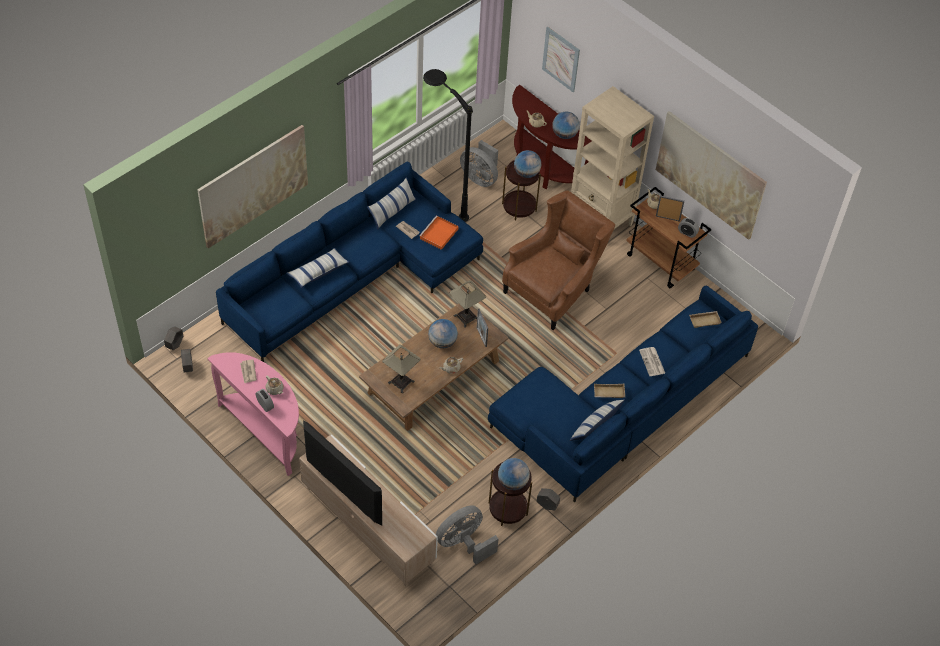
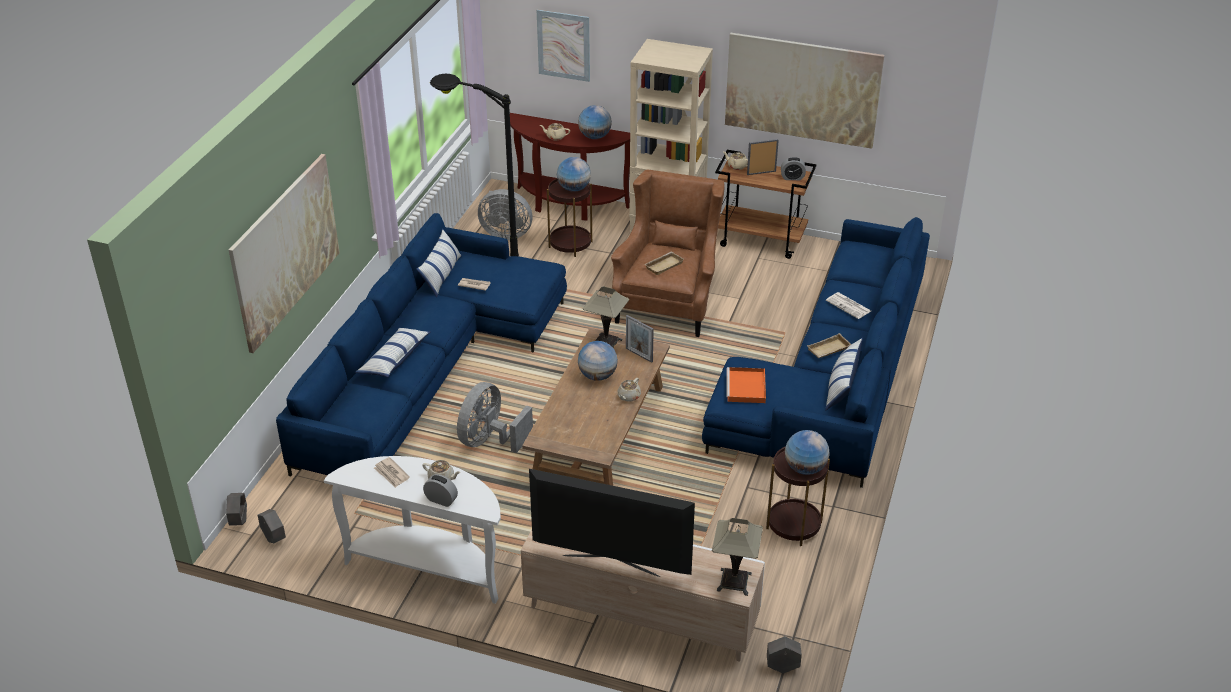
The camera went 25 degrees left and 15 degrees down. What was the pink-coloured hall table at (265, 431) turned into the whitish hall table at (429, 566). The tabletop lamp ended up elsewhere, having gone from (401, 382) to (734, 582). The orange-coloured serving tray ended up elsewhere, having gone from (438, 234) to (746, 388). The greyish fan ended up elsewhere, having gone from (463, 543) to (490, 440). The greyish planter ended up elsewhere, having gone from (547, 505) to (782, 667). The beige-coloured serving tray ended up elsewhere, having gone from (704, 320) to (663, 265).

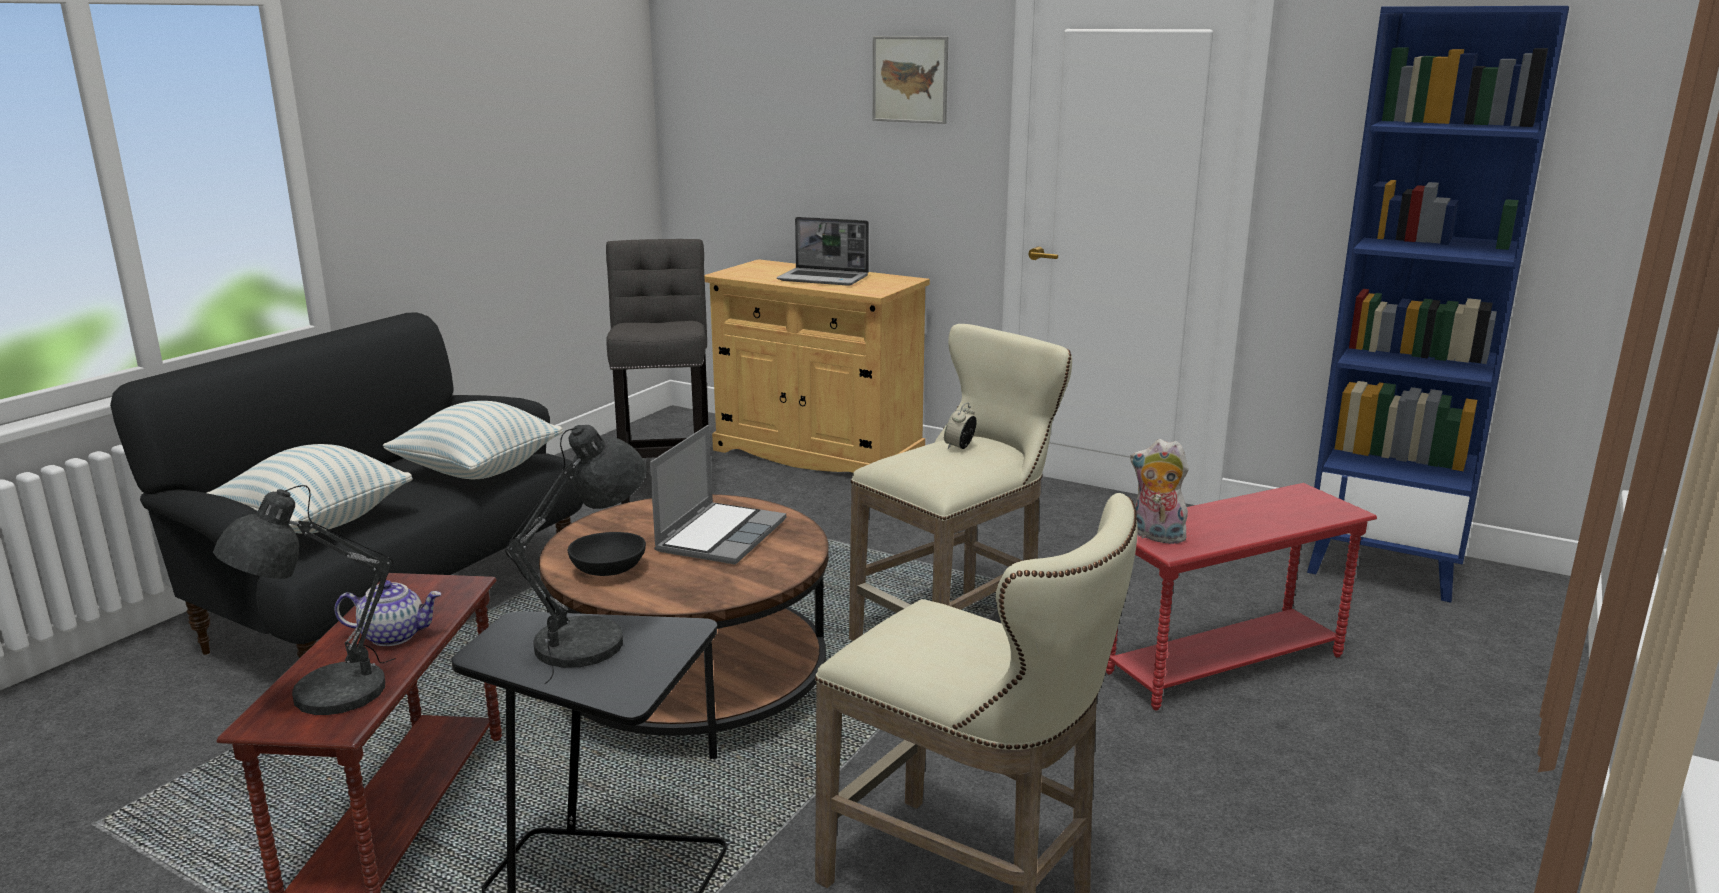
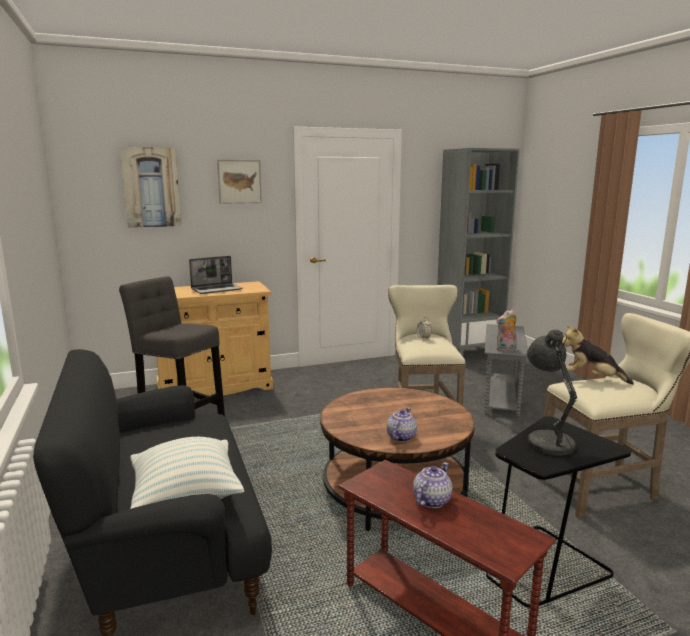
The camera went 50 degrees left and 5 degrees down. The second view lost the greyish tabletop lamp at (326, 695). The second view lost the cushion at (478, 471). Where the black deep dish stood at (608, 571), the teapot came to stand at (400, 437). The second view lost the notebook computer at (720, 535). What was the red end table at (1223, 664) turned into the greyish end table at (500, 397). What was the blue-coloured bookshelf at (1386, 566) turned into the greyish bookshelf at (468, 354). The second view gained the wall art at (151, 187). The second view gained the plush toy at (591, 378).

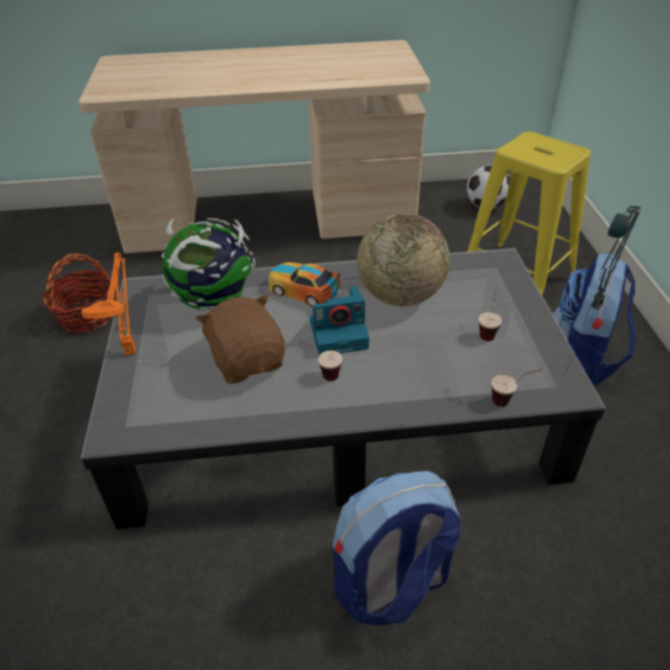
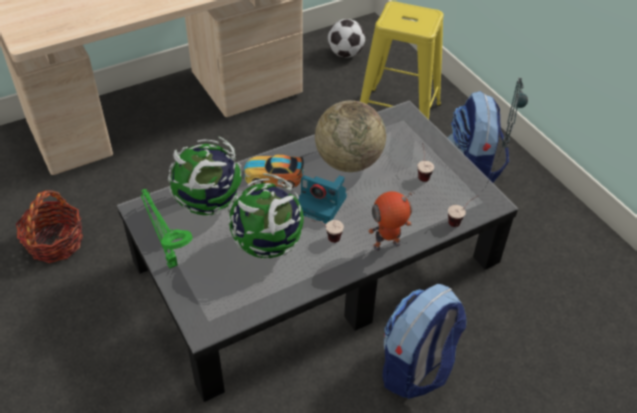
The camera went 25 degrees left and 5 degrees up. What was the orange-coloured tabletop lamp at (130, 350) turned into the green tabletop lamp at (171, 263). Where the brown-coloured plush toy stood at (248, 361), the globe came to stand at (268, 245). The photo camera at (340, 333) ended up facing another way, 60 degrees clockwise from before. The second view gained the model robot at (387, 246).

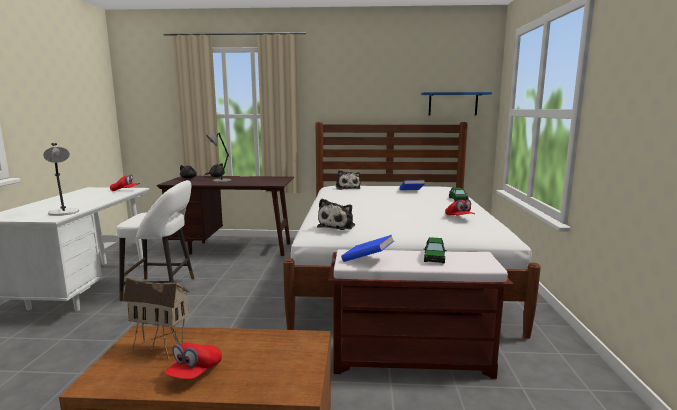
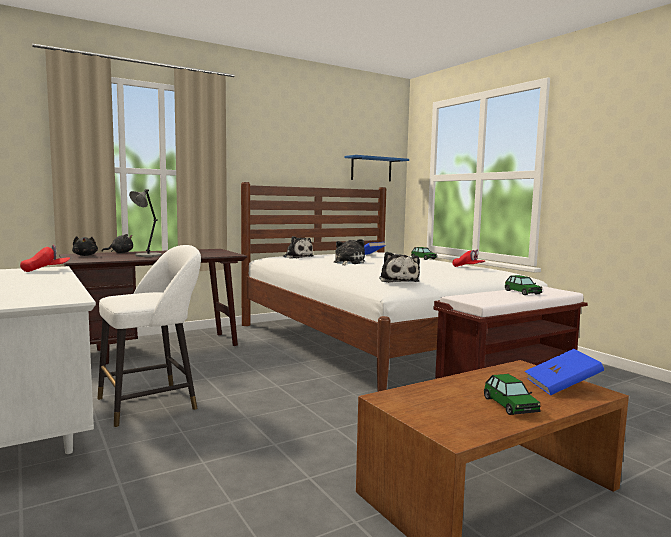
The camera went 35 degrees left and 5 degrees down. The second view lost the greyish tabletop lamp at (64, 213). The second view lost the model house at (162, 348). Where the red peaked cap stood at (194, 373), the miniature car came to stand at (510, 405). The blue-coloured volume ended up elsewhere, having gone from (367, 260) to (561, 386). The second view gained the plush toy at (348, 262).

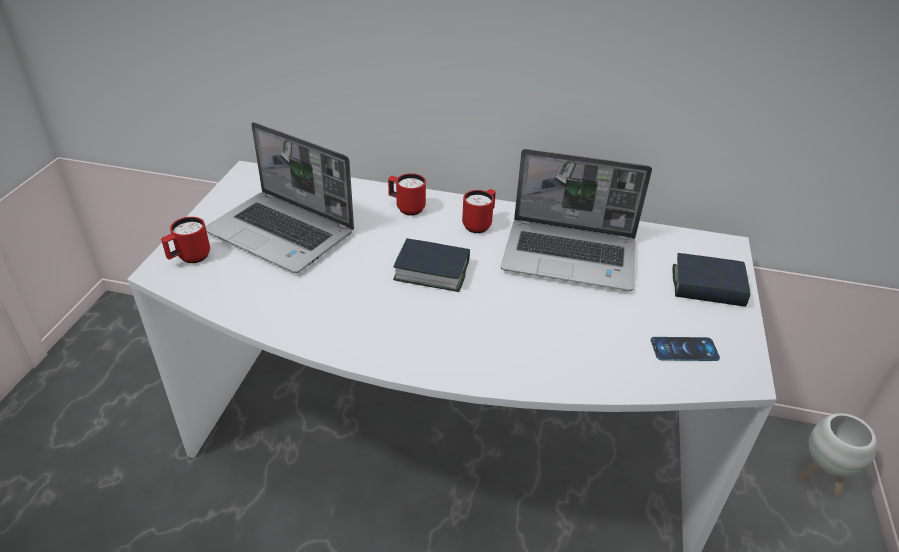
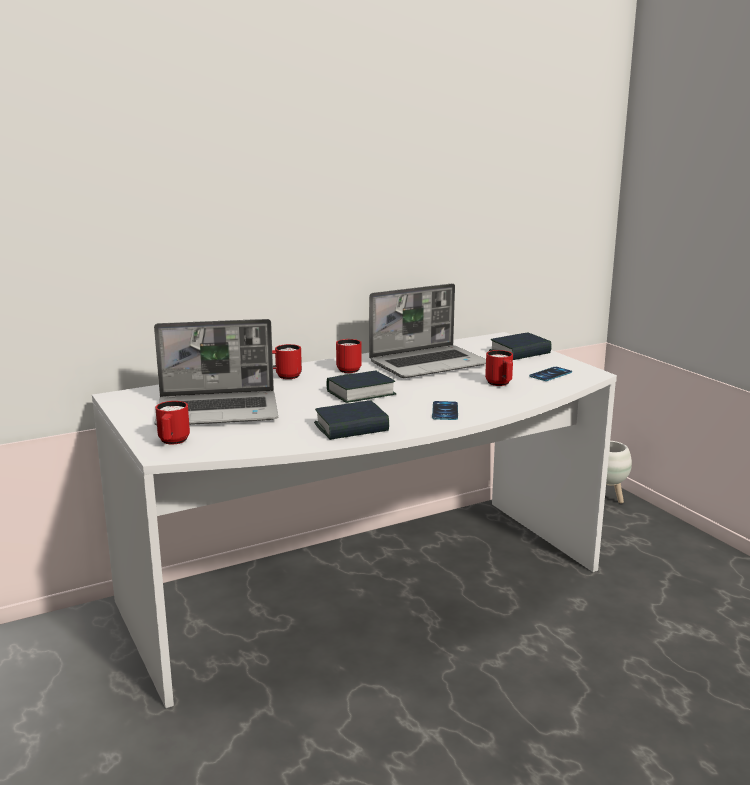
The camera went 40 degrees left and 20 degrees down. The second view gained the volume at (351, 428). The second view gained the handset at (445, 411). The second view gained the red coffee mug at (500, 384).

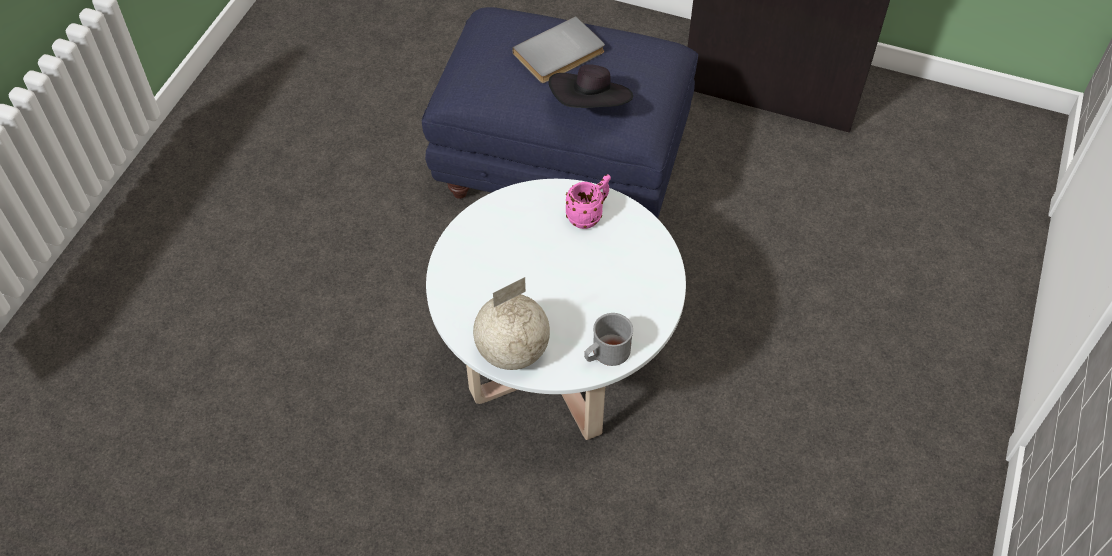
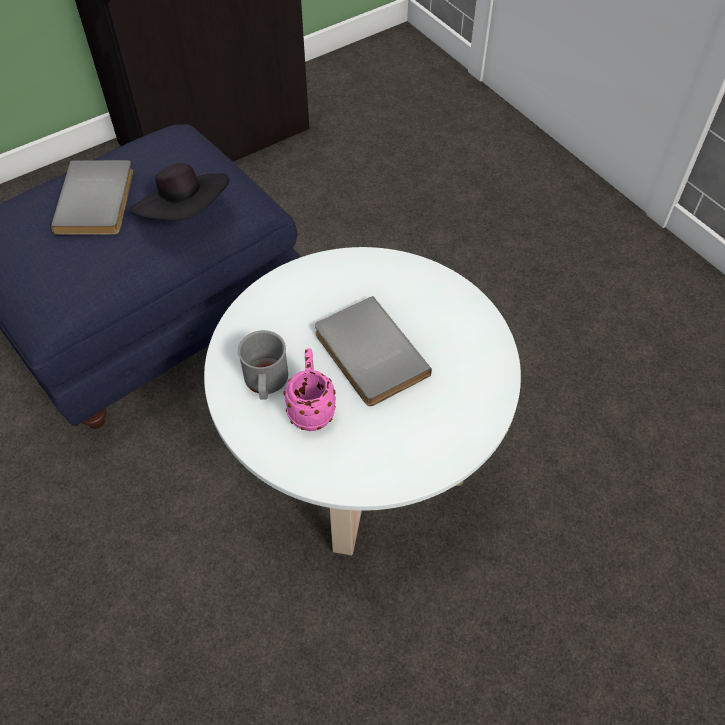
The camera went 55 degrees left and 0 degrees up. The second view lost the globe at (511, 351). The pink-coloured coffee mug ended up elsewhere, having gone from (589, 215) to (311, 408). The greyish coffee mug ended up elsewhere, having gone from (606, 354) to (266, 383). The second view gained the greyish volume at (367, 355).

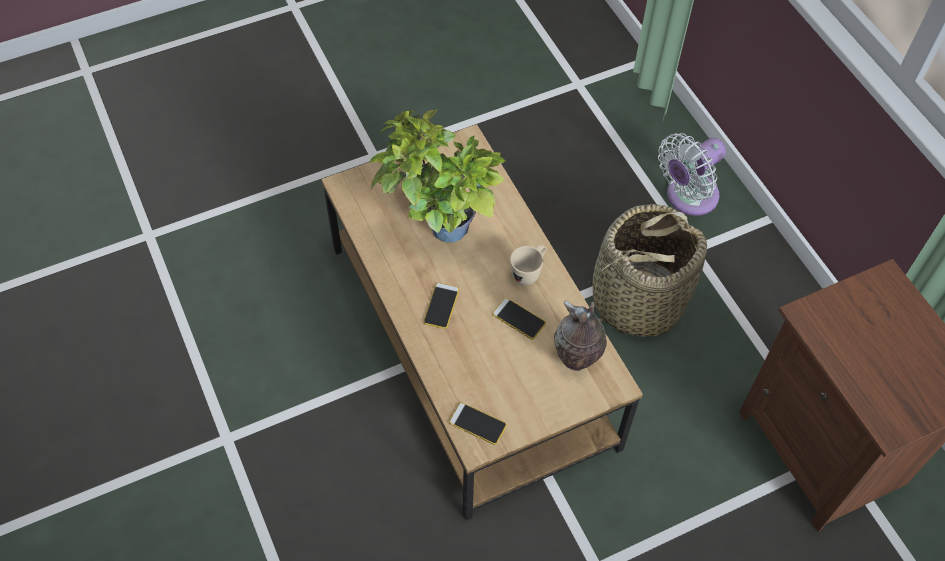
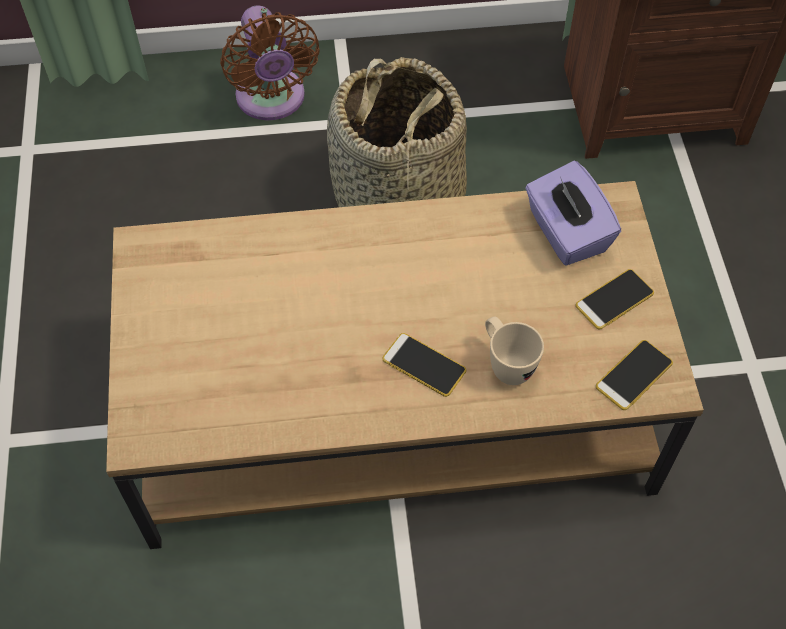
The camera went 70 degrees left and 0 degrees up. The second view lost the potted plant at (438, 232). The handset ended up elsewhere, having gone from (518, 319) to (614, 299). The beige-coloured coffee mug ended up elsewhere, having gone from (528, 273) to (506, 364). Where the flower vase stood at (576, 360), the purple tissue box came to stand at (566, 233). What was the whitish fan at (688, 197) turned into the brown-coloured fan at (272, 101).

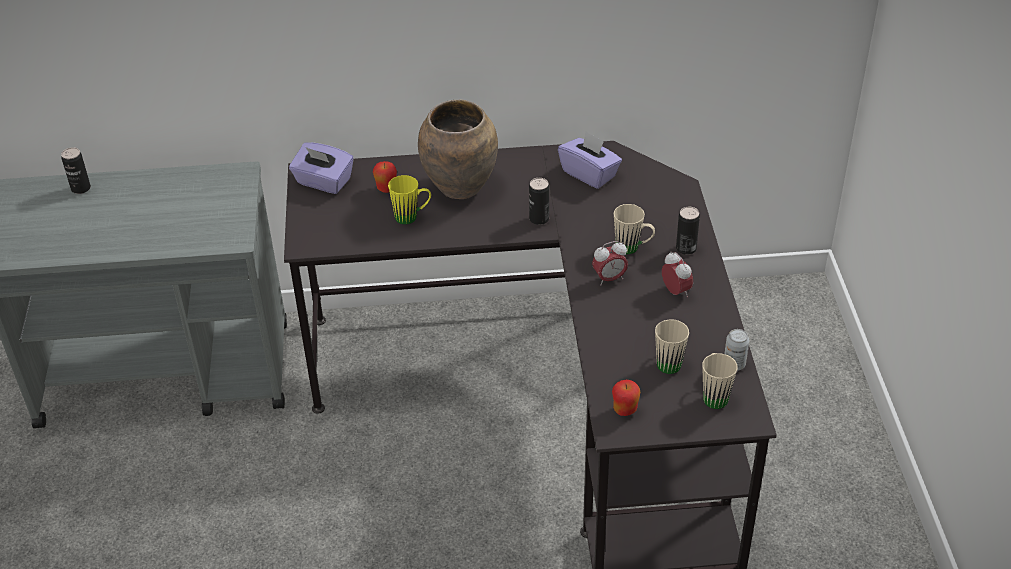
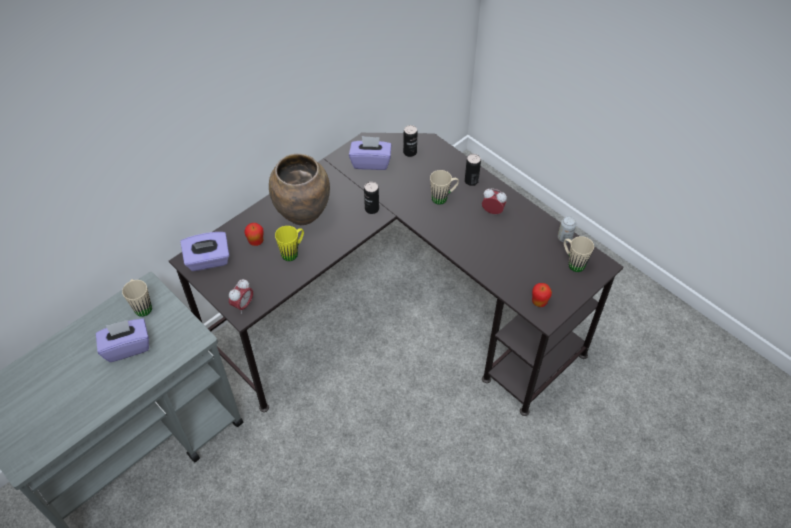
The camera went 40 degrees left and 10 degrees up. The metal can ended up elsewhere, having gone from (81, 188) to (410, 152). The table clock ended up elsewhere, having gone from (609, 279) to (243, 305). The beige-coloured coffee mug ended up elsewhere, having gone from (670, 360) to (142, 305). The second view gained the purple tissue box at (127, 347).

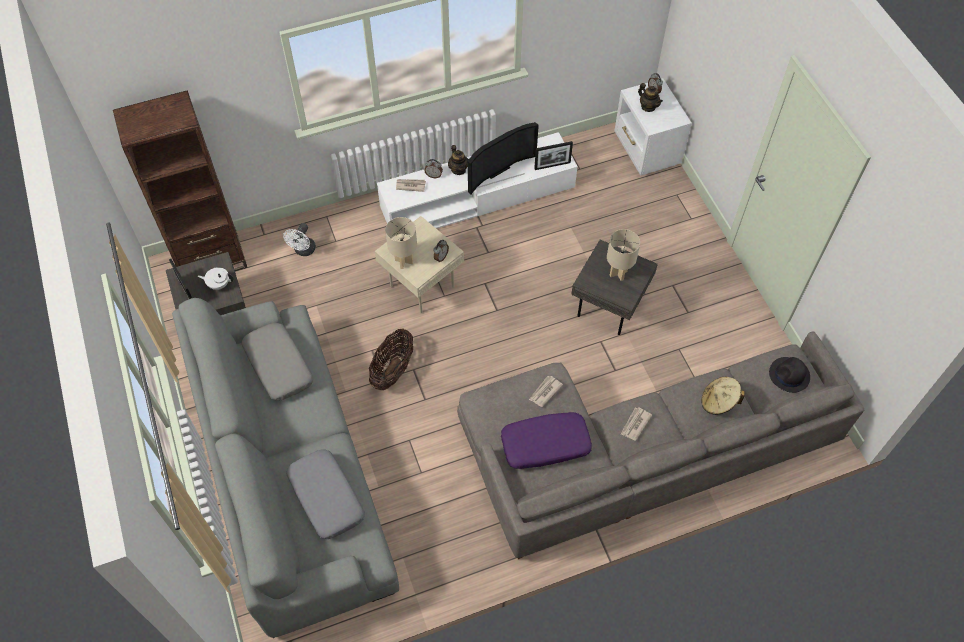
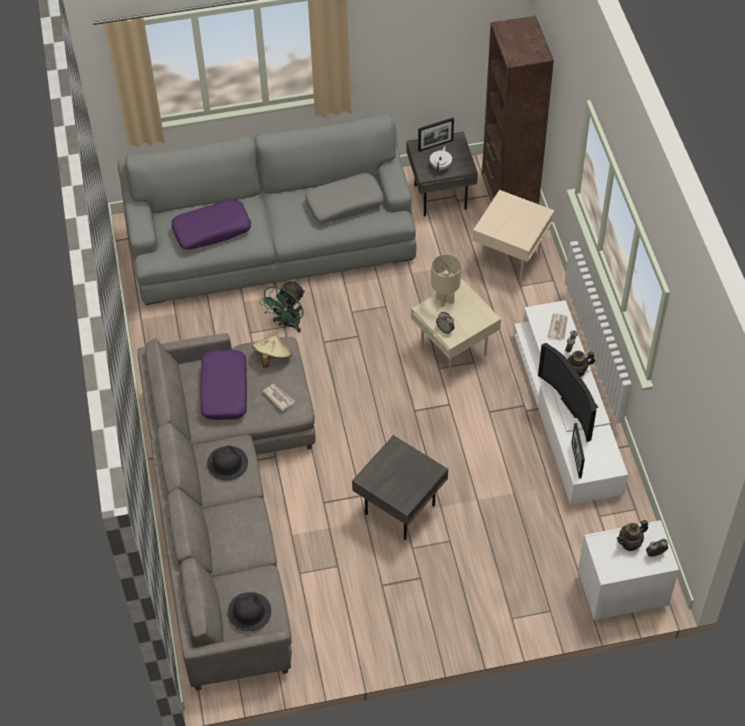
The camera went 100 degrees right and 5 degrees down. Where the whitish fan stood at (303, 251), the beige-coloured end table came to stand at (511, 260). What was the greyish cushion at (326, 497) turned into the purple cushion at (212, 230). The second view lost the basket at (392, 370). The second view lost the beige-coloured tabletop lamp at (618, 273). Where the newspaper stood at (635, 424), the black wearable hat came to stand at (227, 463). The beige-coloured wearable hat ended up elsewhere, having gone from (718, 402) to (272, 357). The second view gained the green fan at (288, 324).

